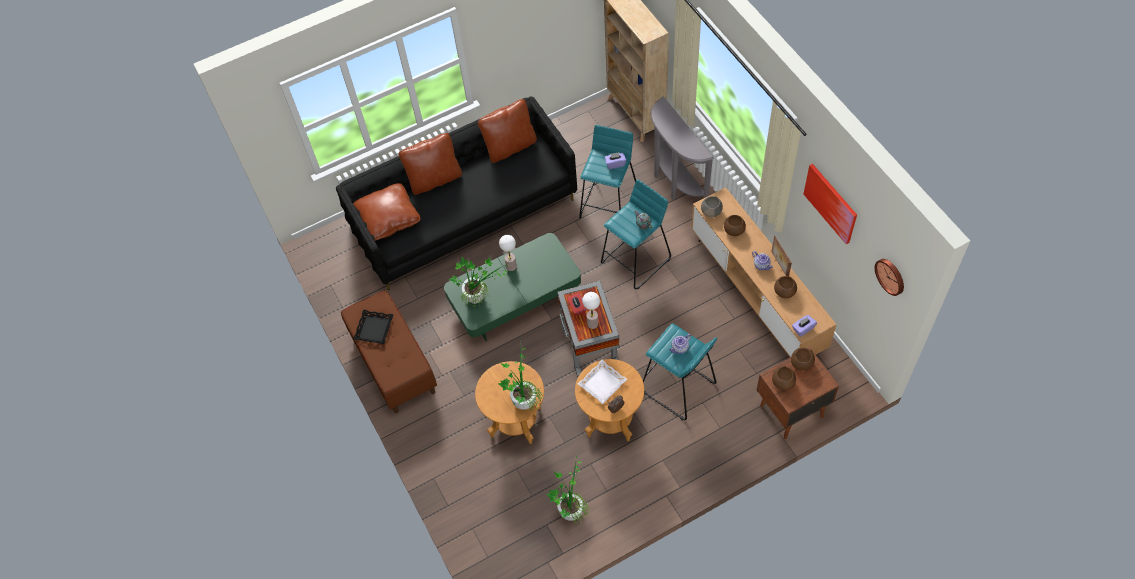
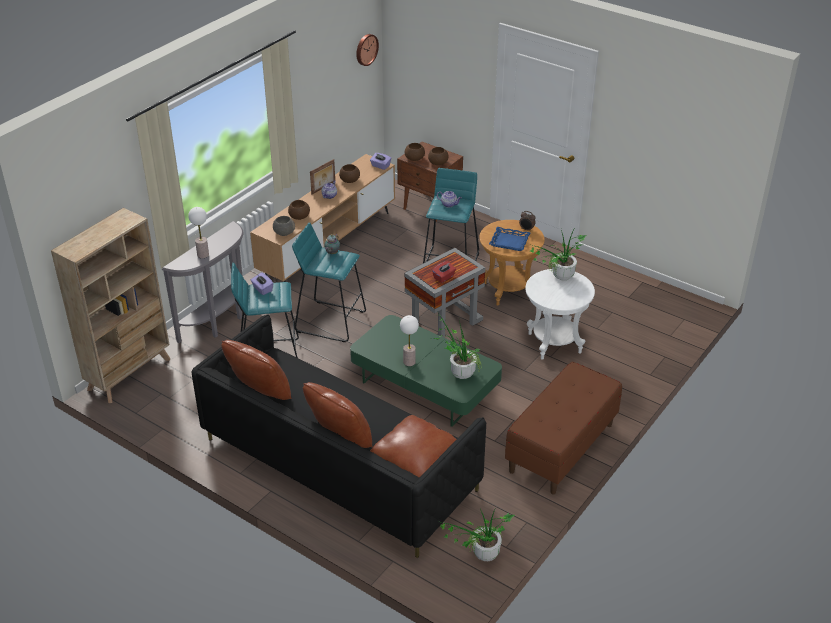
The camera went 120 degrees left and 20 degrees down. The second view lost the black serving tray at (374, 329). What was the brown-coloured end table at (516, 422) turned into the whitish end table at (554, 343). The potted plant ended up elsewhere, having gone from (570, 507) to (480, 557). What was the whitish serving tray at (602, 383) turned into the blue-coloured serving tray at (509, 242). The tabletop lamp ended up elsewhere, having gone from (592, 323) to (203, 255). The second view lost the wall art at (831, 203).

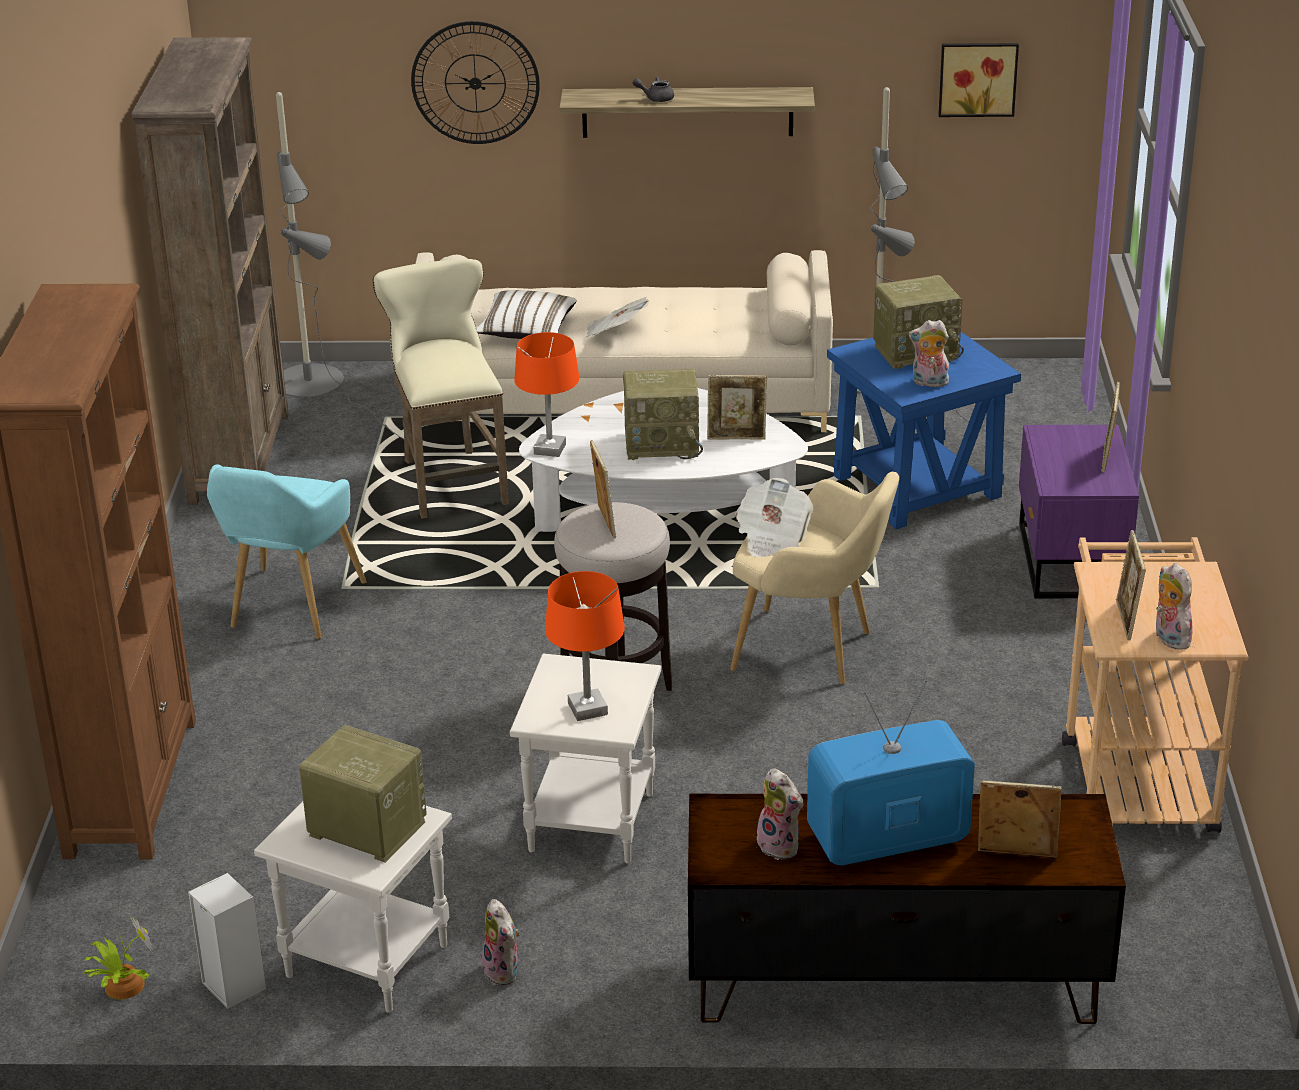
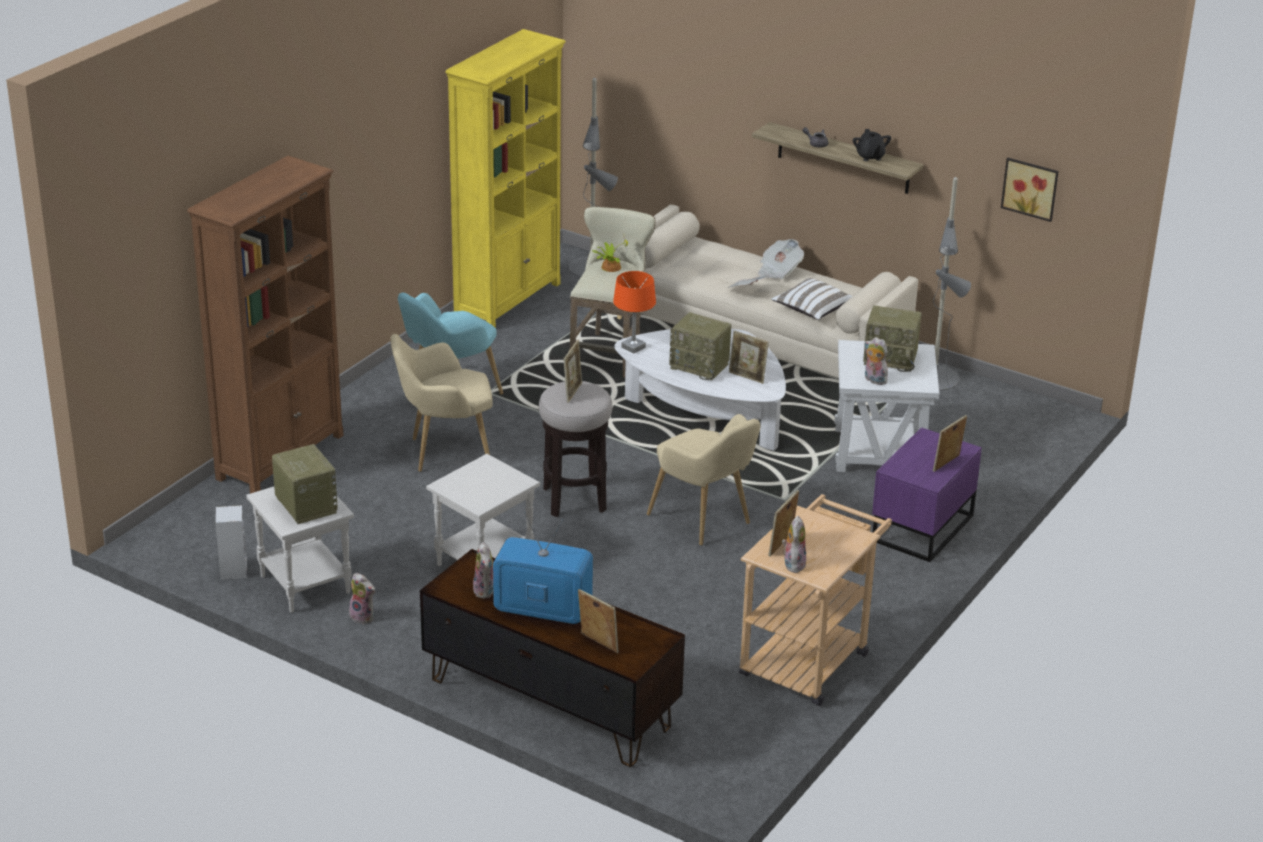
The camera went 30 degrees right and 0 degrees up. The potted plant ended up elsewhere, having gone from (121, 986) to (610, 267). What was the brown-coloured bookshelf at (239, 457) turned into the yellow-coloured bookshelf at (508, 300). The second view lost the wall clock at (475, 83). The whitish cushion ended up elsewhere, having gone from (526, 332) to (812, 310). The plush toy at (504, 972) ended up facing another way, 60 degrees counterclockwise from before. The second view lost the orange-coloured tabletop lamp at (588, 709). The newspaper ended up elsewhere, having gone from (772, 538) to (778, 271). What was the blue-coloured end table at (917, 486) turned into the whitish end table at (880, 451). The second view gained the beige-coloured easy chair at (444, 452). The second view gained the black teapot at (870, 157).

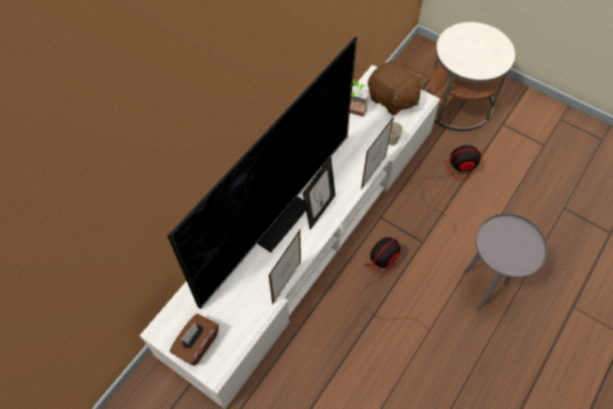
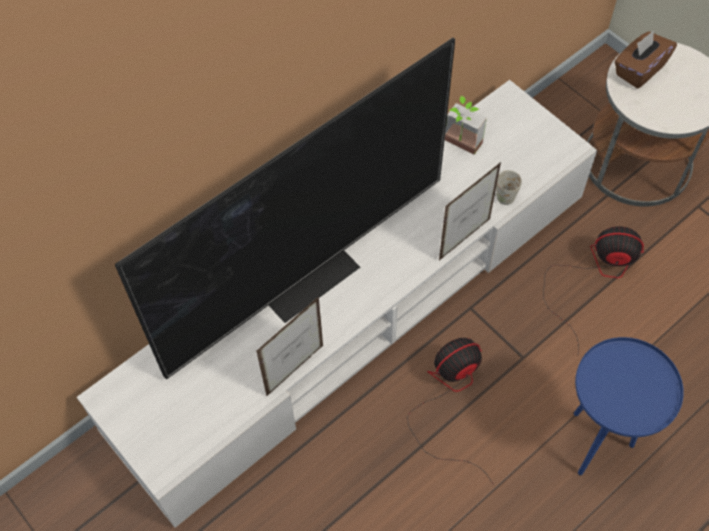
The camera went 15 degrees right and 0 degrees up. The brown-coloured tissue box ended up elsewhere, having gone from (197, 344) to (639, 70). The second view lost the picture frame at (319, 210). The second view lost the brown-coloured plush toy at (392, 99). What was the greyish end table at (483, 287) turned into the blue-coloured end table at (595, 444).

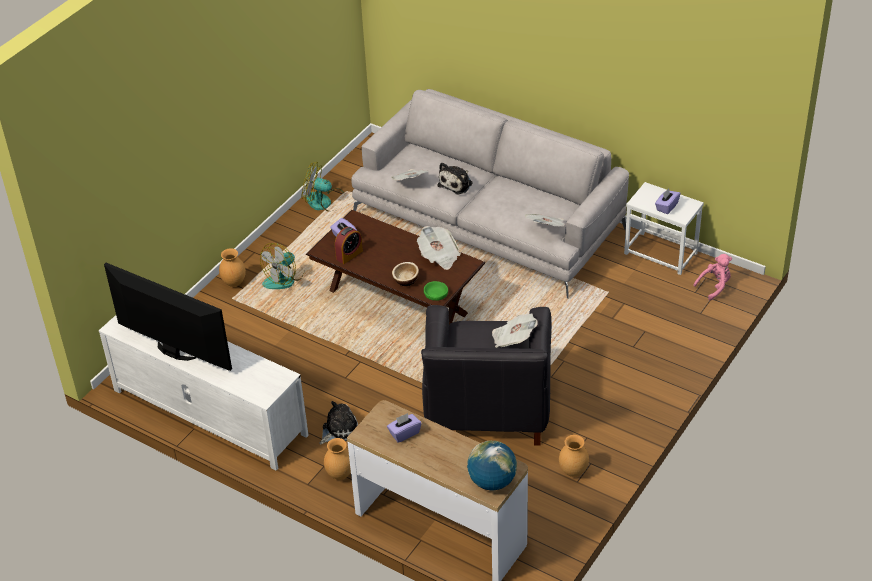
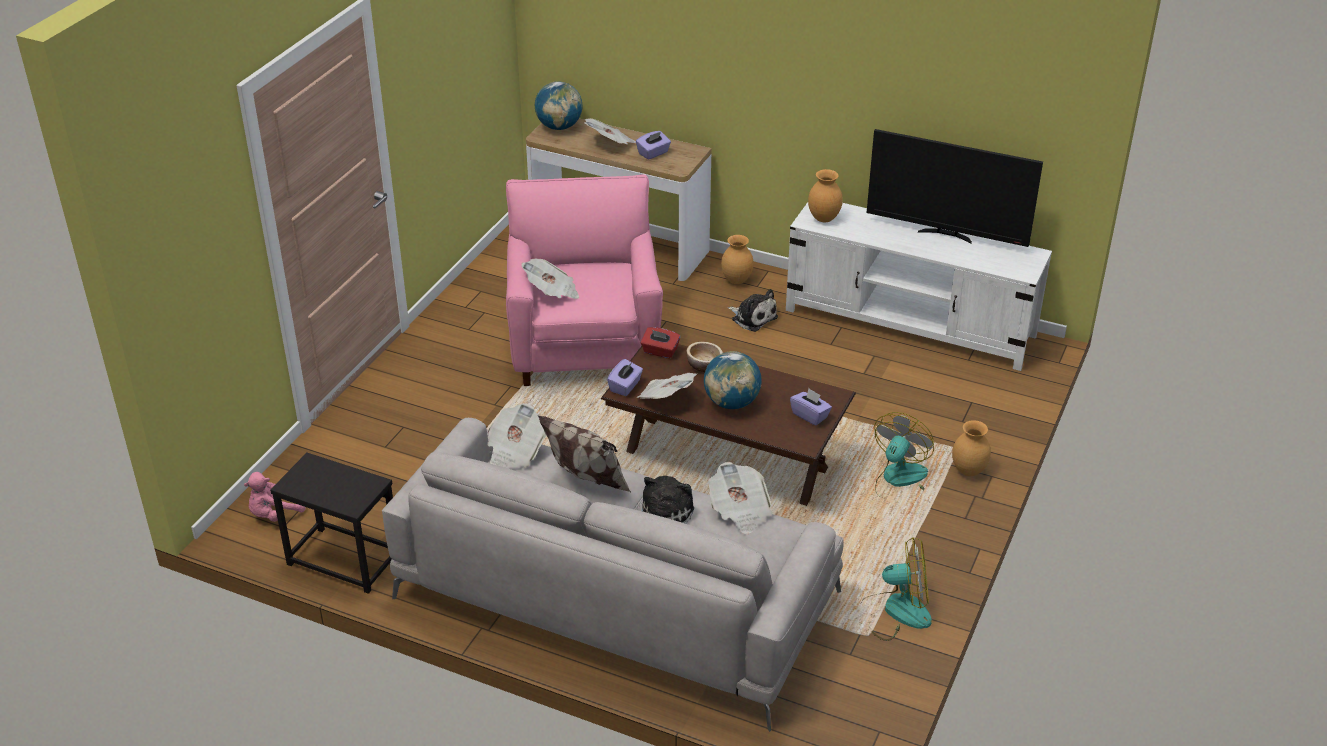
The camera went 170 degrees right and 5 degrees down. The plush toy at (339, 430) ended up facing another way, 90 degrees counterclockwise from before. The second view lost the table clock at (349, 255). What was the black easy chair at (487, 410) turned into the pink-coloured easy chair at (585, 346). Where the green deep dish stood at (436, 294), the red tissue box came to stand at (660, 351). The brown-coloured flower vase ended up elsewhere, having gone from (573, 472) to (823, 218). What was the whitish end table at (661, 253) turned into the black end table at (343, 560). The purple tissue box ended up elsewhere, having gone from (666, 207) to (625, 386). The second view gained the cushion at (587, 485). The second view gained the newspaper at (611, 144). The second view gained the globe at (731, 403).

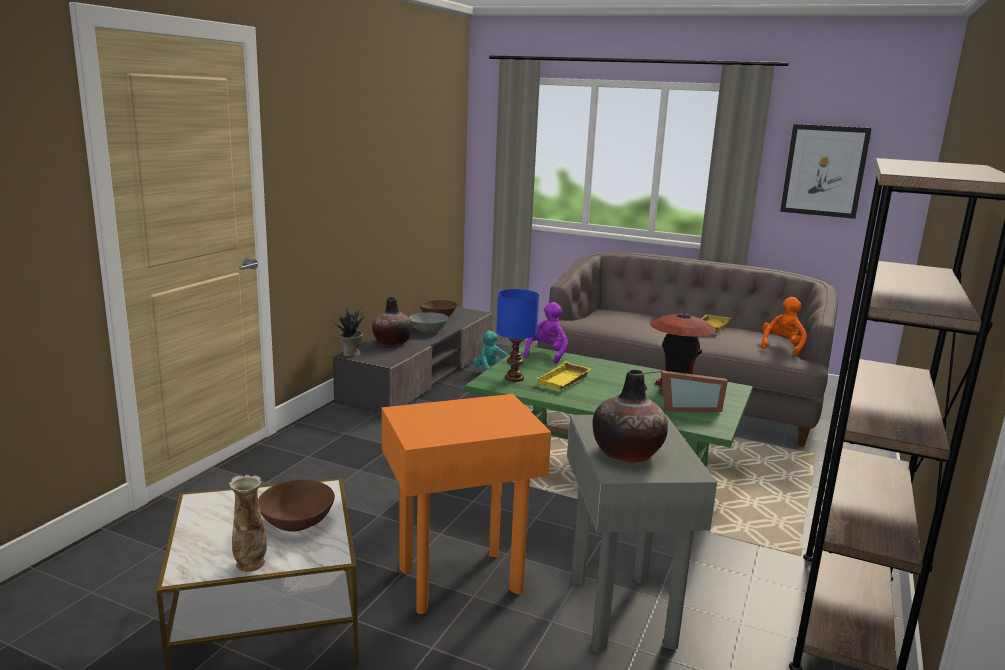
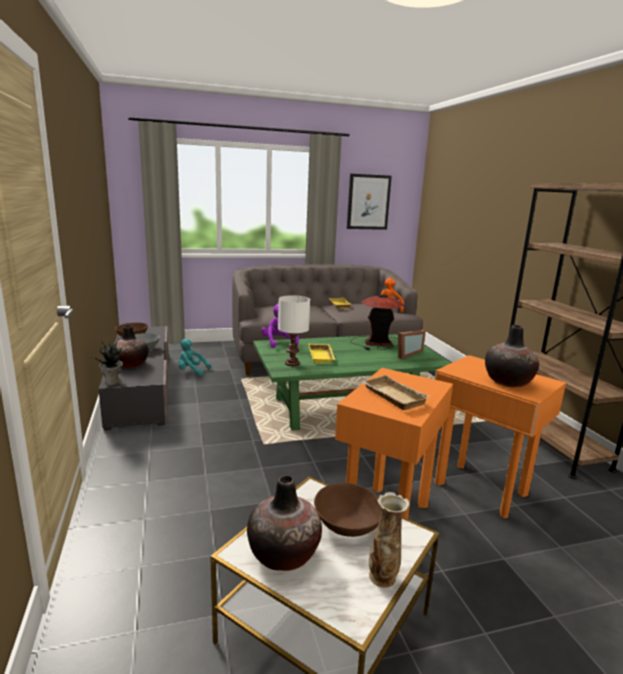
The camera went 40 degrees left and 0 degrees up. What was the blue-coloured tabletop lamp at (514, 378) turned into the whitish tabletop lamp at (292, 364). What was the greyish end table at (619, 611) turned into the orange-coloured end table at (480, 489). The second view gained the flower vase at (284, 554). The second view gained the beige-coloured serving tray at (391, 396).

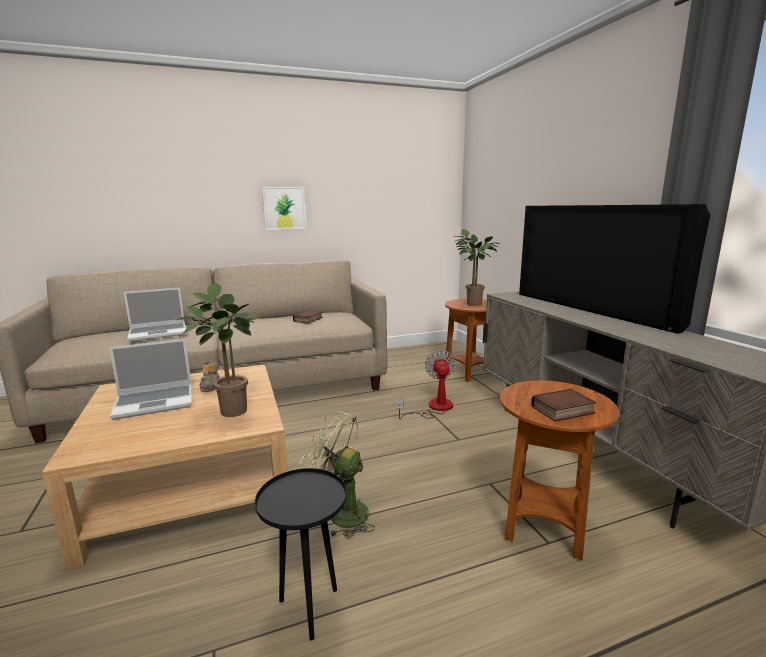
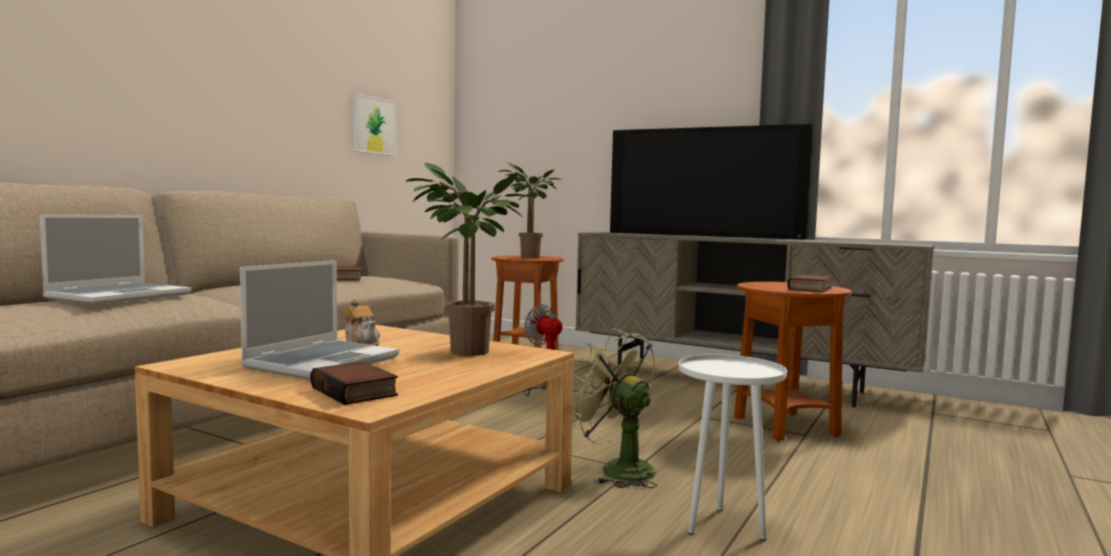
The camera went 40 degrees left and 10 degrees down. What was the black end table at (309, 608) turned into the whitish end table at (724, 526). The wall art ended up elsewhere, having gone from (284, 208) to (373, 125). The green fan at (340, 513) ended up facing another way, 60 degrees clockwise from before. The second view gained the volume at (357, 391).

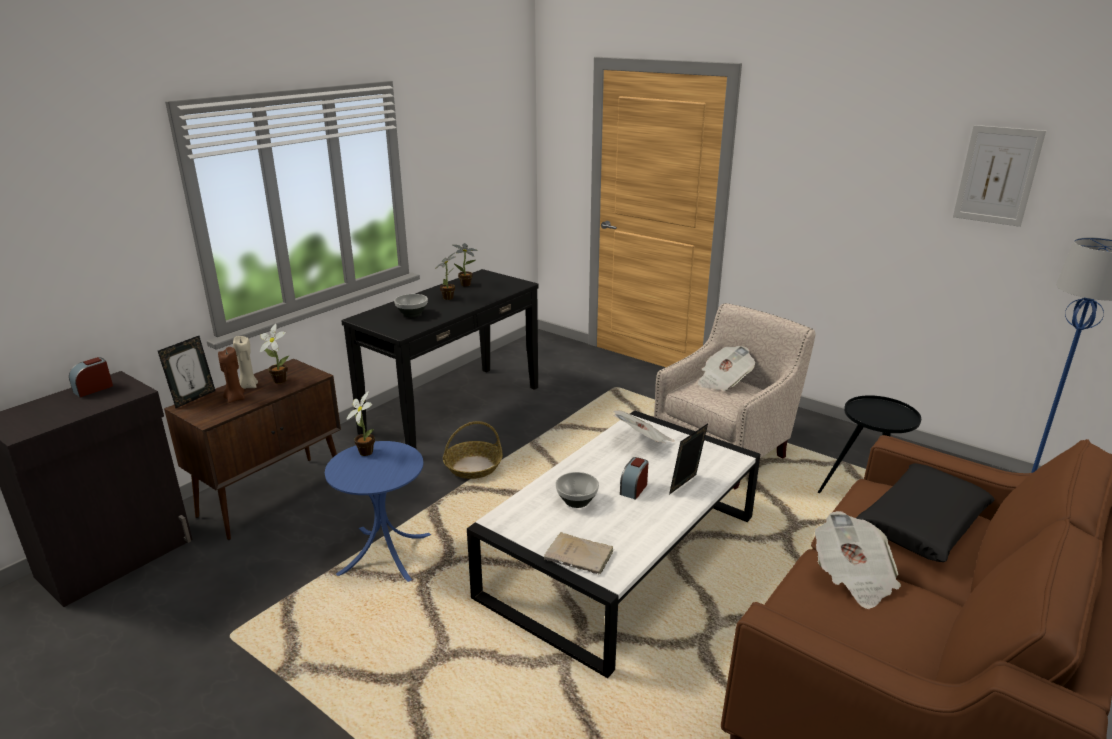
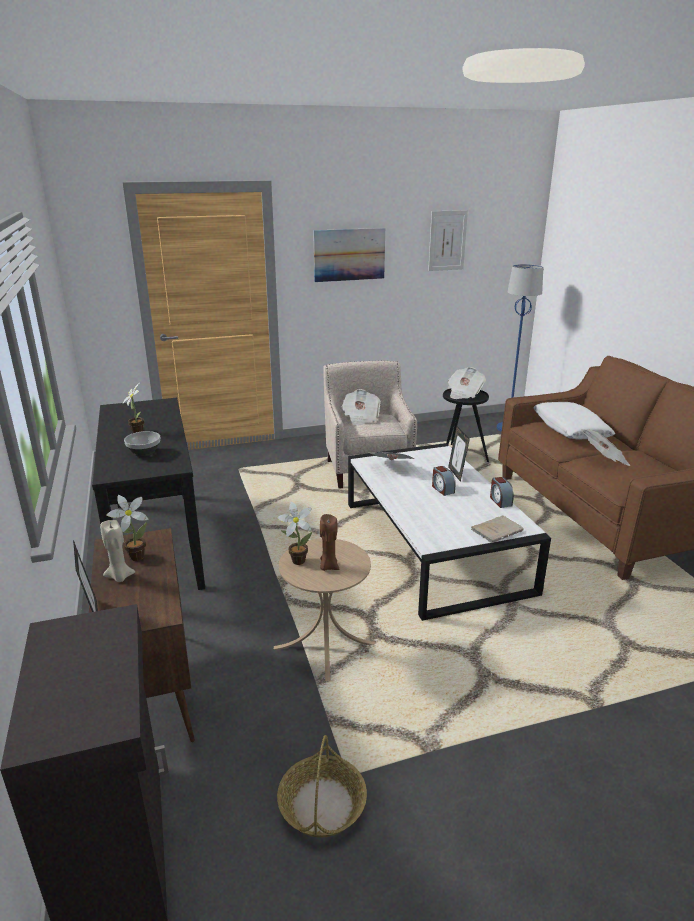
The camera went 55 degrees left and 0 degrees up. The table clock ended up elsewhere, having gone from (93, 389) to (500, 501). The brown-coloured wax light ended up elsewhere, having gone from (235, 398) to (328, 566). What was the blue-coloured end table at (385, 554) turned into the beige-coloured end table at (326, 646). The basket ended up elsewhere, having gone from (473, 466) to (322, 804). The second view lost the potted plant at (467, 285). The second view lost the deep dish at (577, 501). What was the black cushion at (922, 523) turned into the whitish cushion at (570, 429). The second view gained the wall art at (349, 254). The second view gained the newspaper at (464, 393).

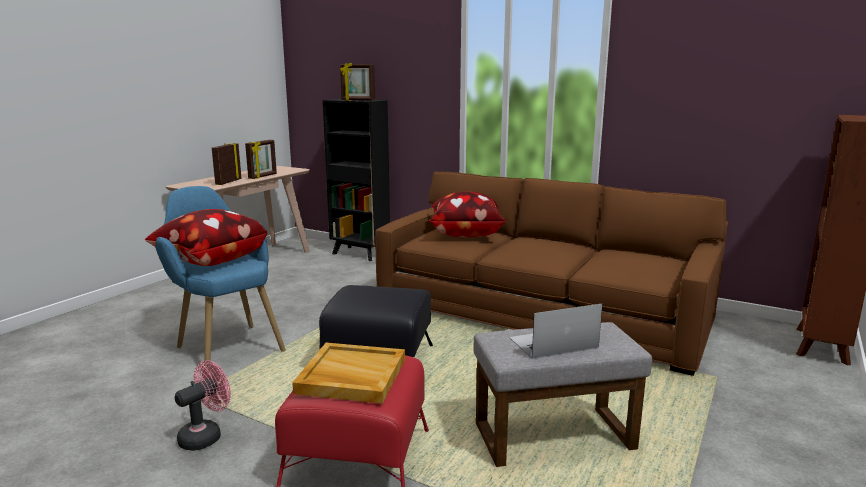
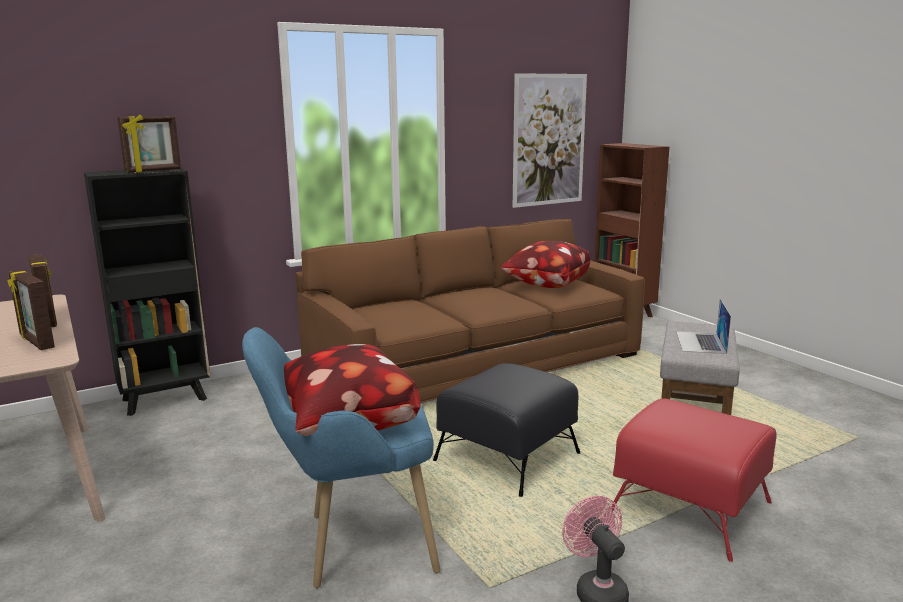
The camera went 60 degrees left and 0 degrees up. The second view lost the beige-coloured serving tray at (351, 376). The cushion ended up elsewhere, having gone from (465, 234) to (545, 285). The second view gained the wall art at (549, 140).

